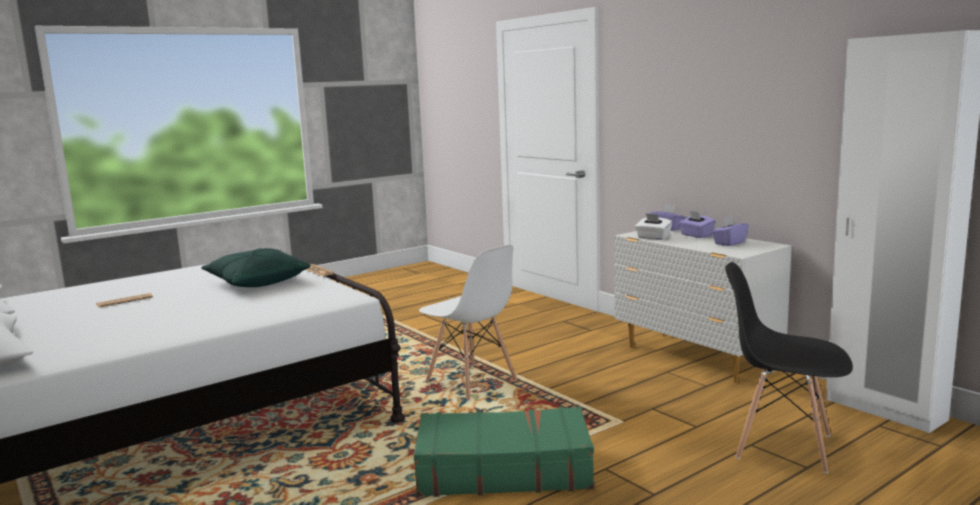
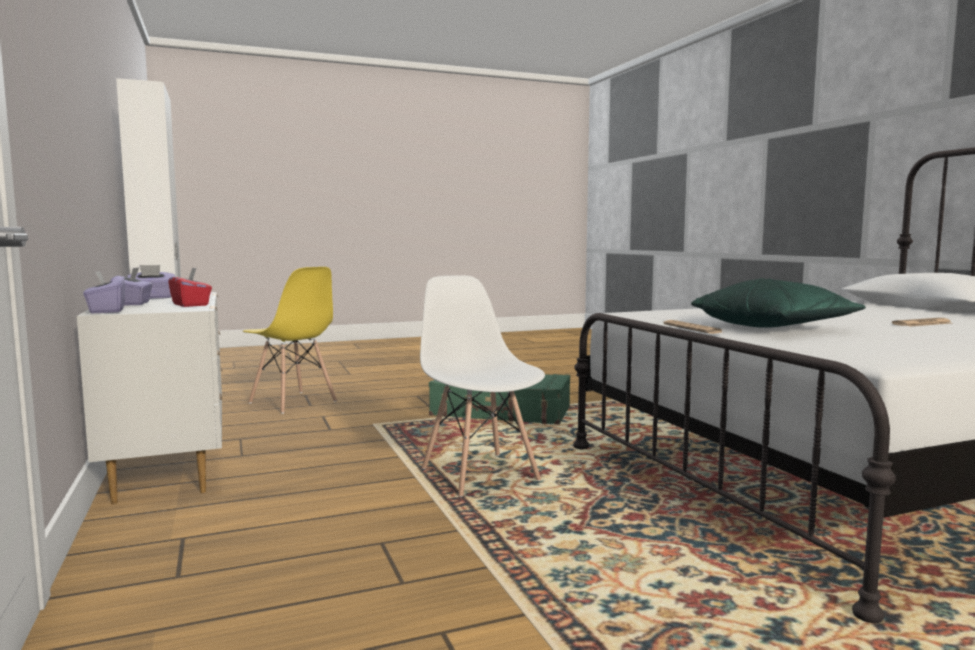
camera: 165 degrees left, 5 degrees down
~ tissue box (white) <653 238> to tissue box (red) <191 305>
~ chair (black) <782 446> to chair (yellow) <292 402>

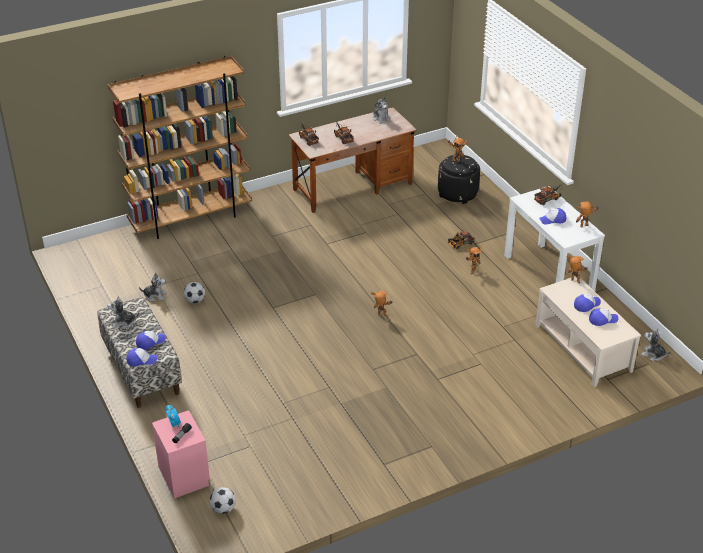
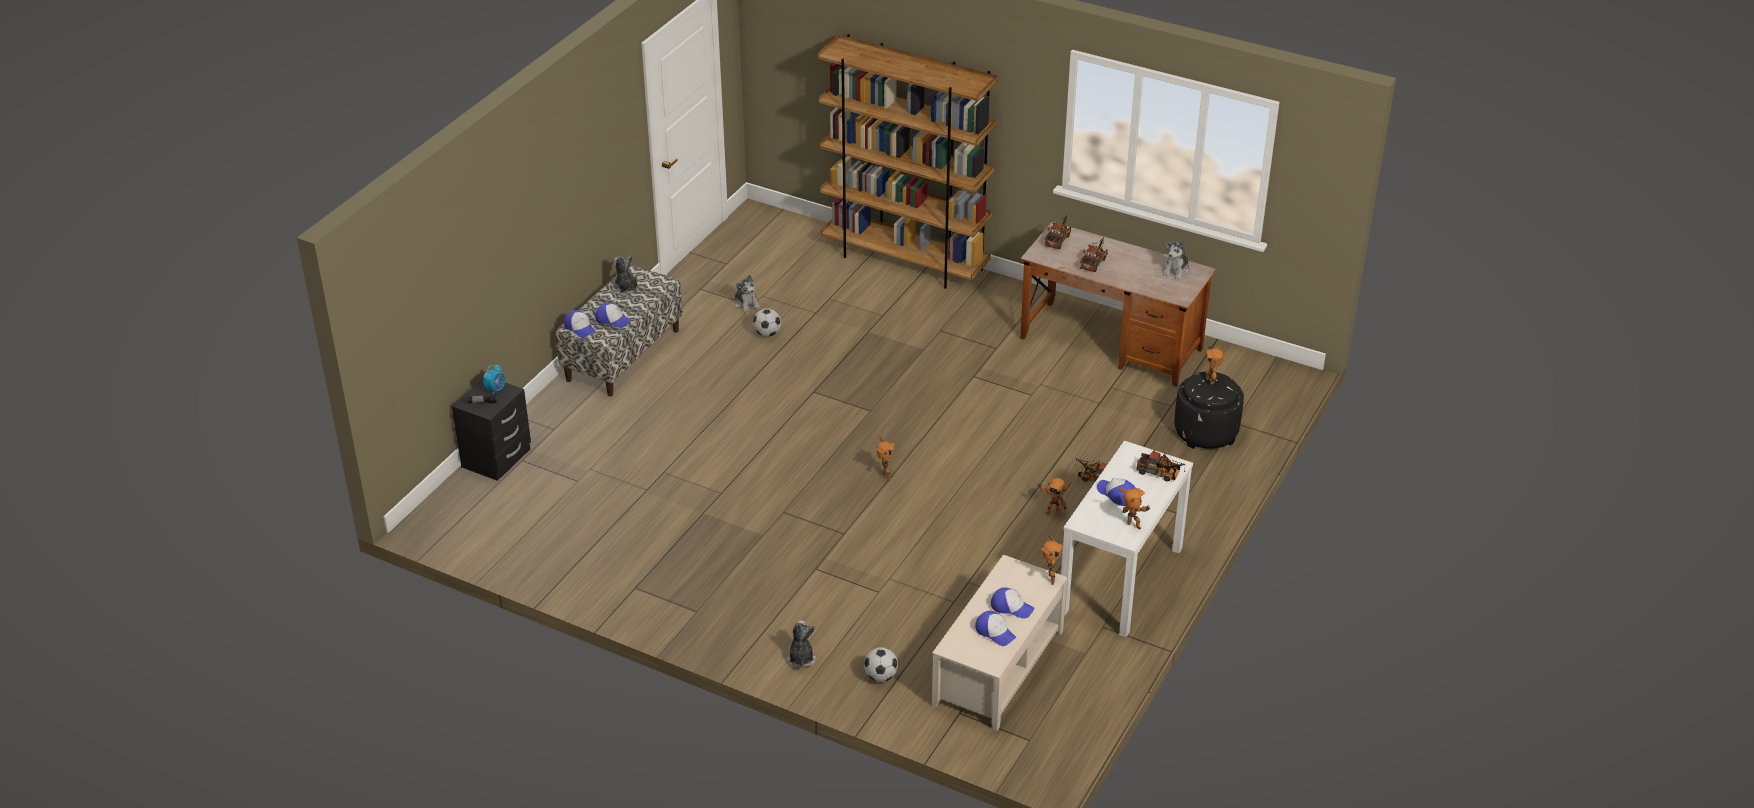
camera: 55 degrees right, 0 degrees up
~ nightstand (pink) <184 476> to nightstand (black) <496 458>
~ plush toy <653 354> to <801 658>
~ football <223 509> to <880 676>

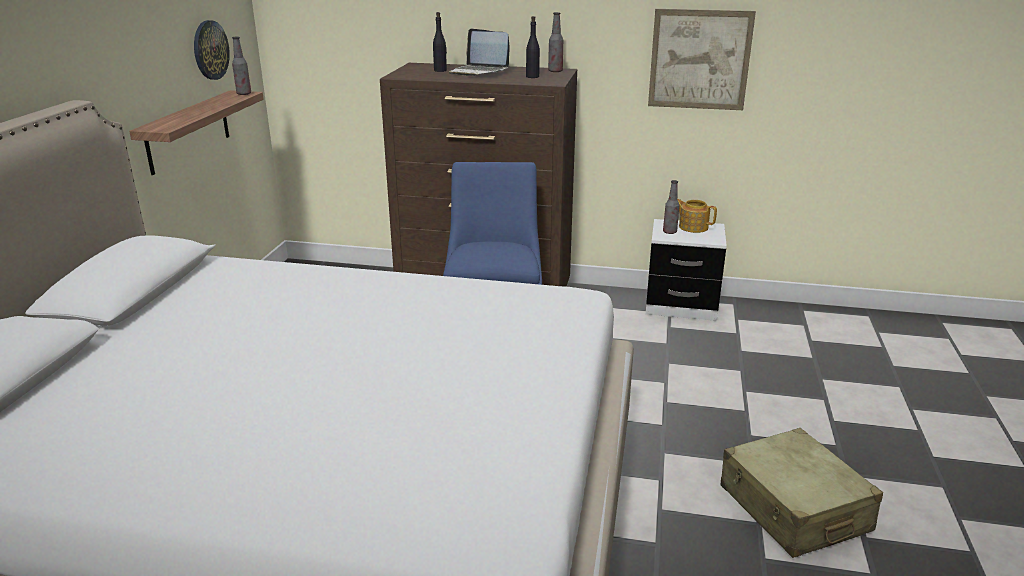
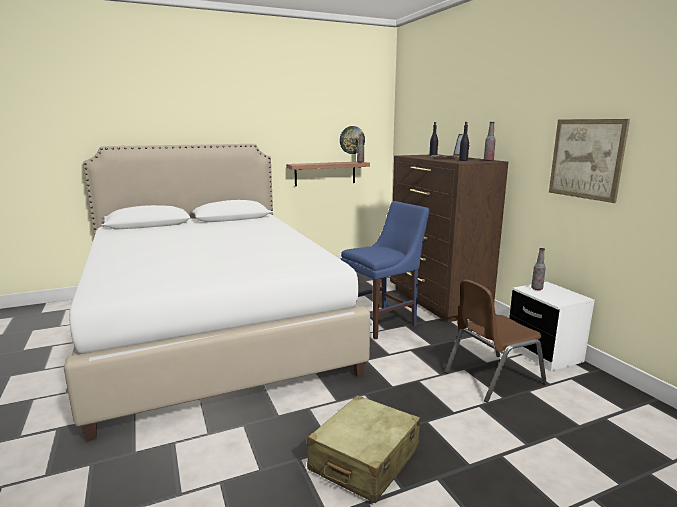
camera: 55 degrees right, 10 degrees down
+ chair (brown) <492 377>
- teapot <693 227>

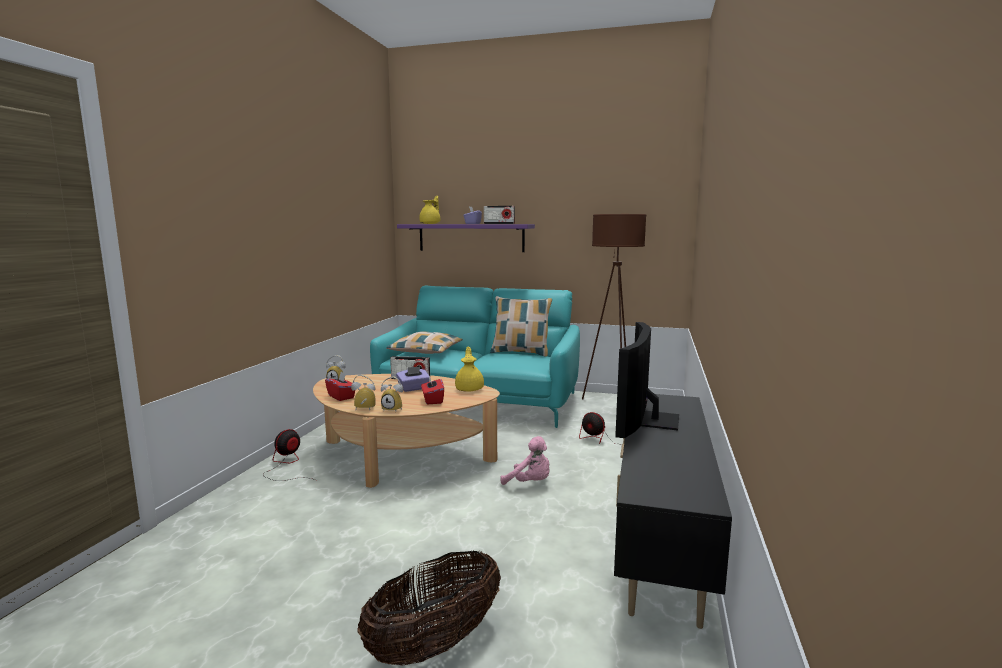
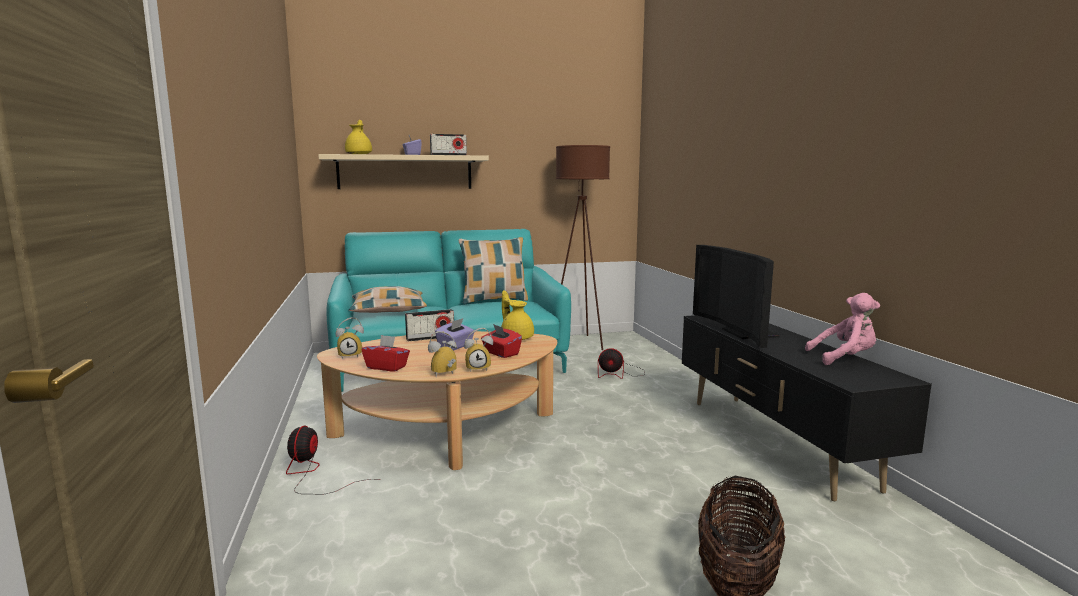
camera: 30 degrees left, 0 degrees up
~ shelf (purple) <471 237> to shelf (beige) <405 172>
~ plush toy (pink) <530 483> to <844 358>

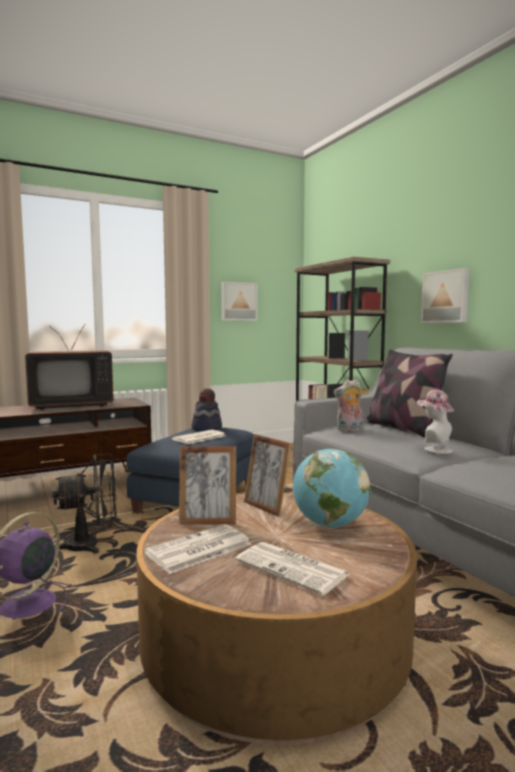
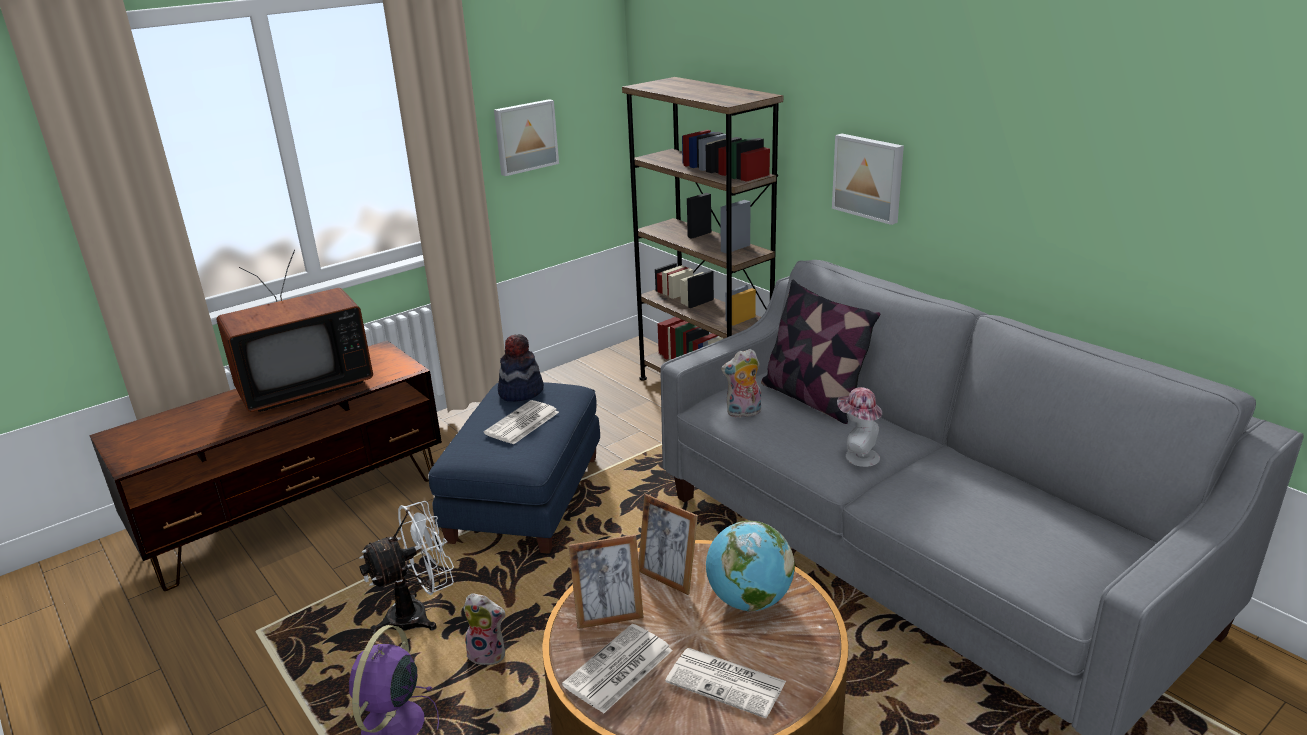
camera: 10 degrees left, 20 degrees up
~ fan (black) <91 545> to fan (white) <419 614>
+ plush toy <489 654>

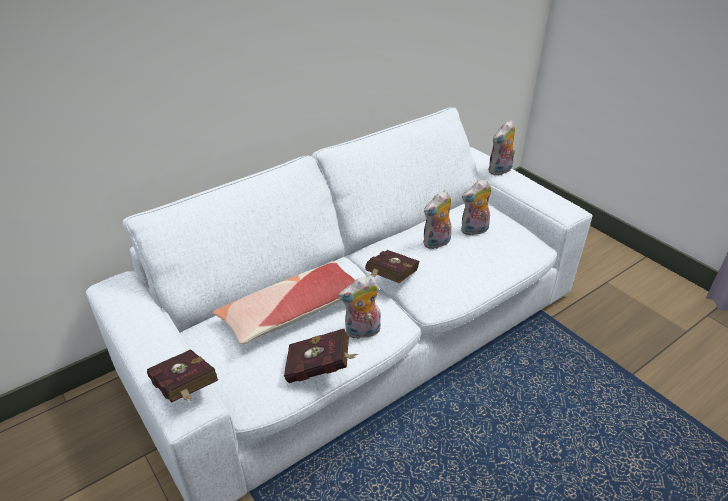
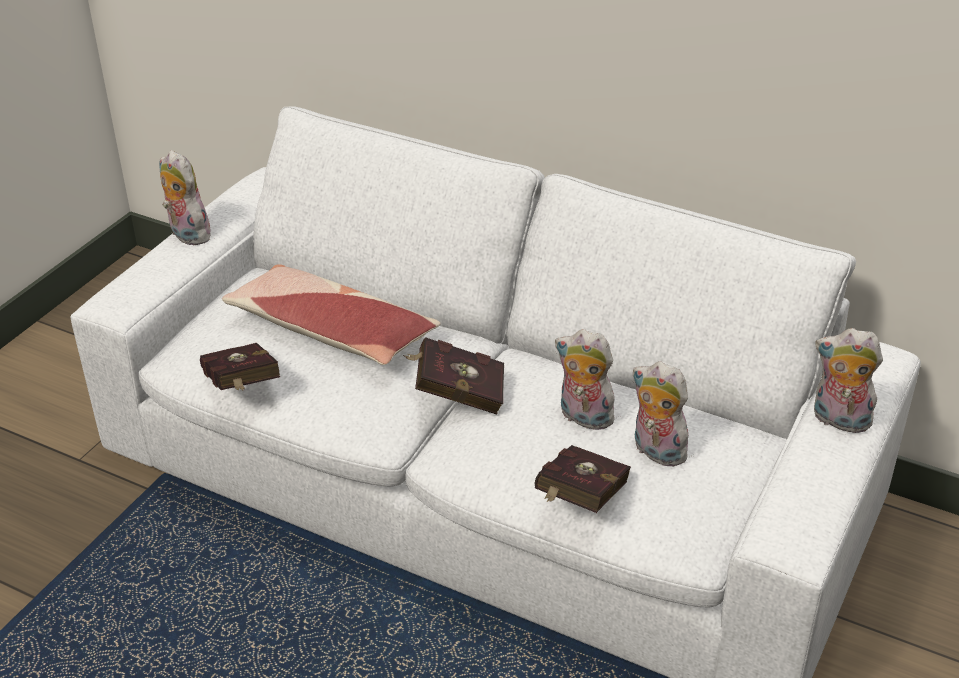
camera: 65 degrees right, 0 degrees up
~ plush toy <362 332> to <186 234>
~ book (red) <185 390> to <578 500>

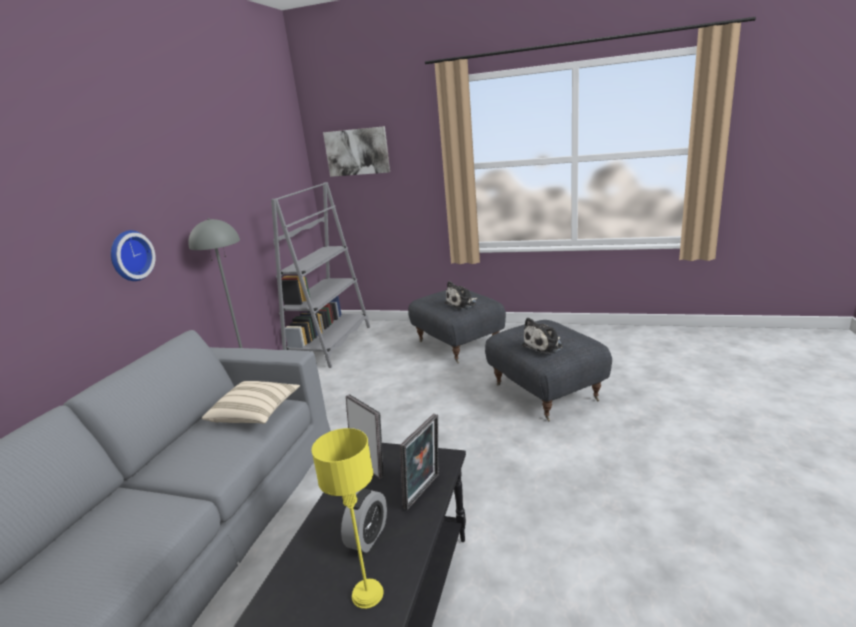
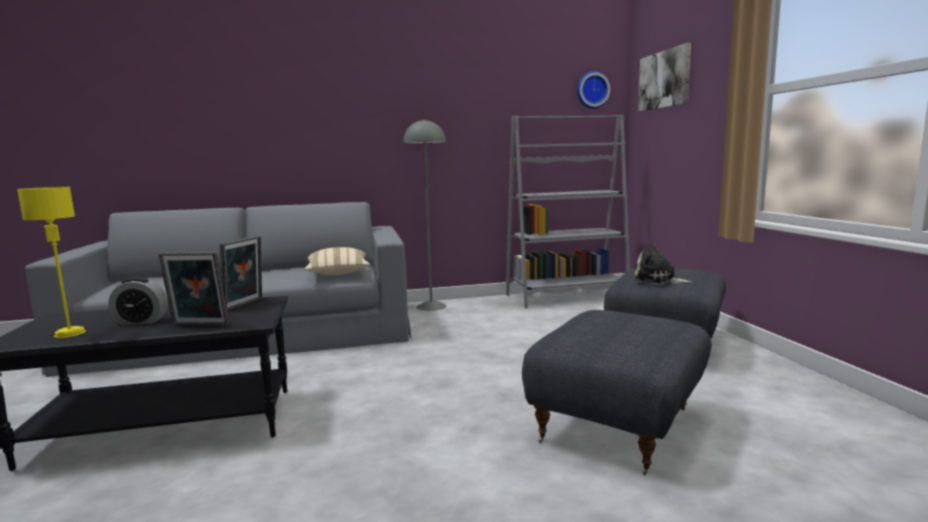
camera: 60 degrees right, 10 degrees down
~ wall clock <129 256> to <592 90>
- plush toy <544 346>

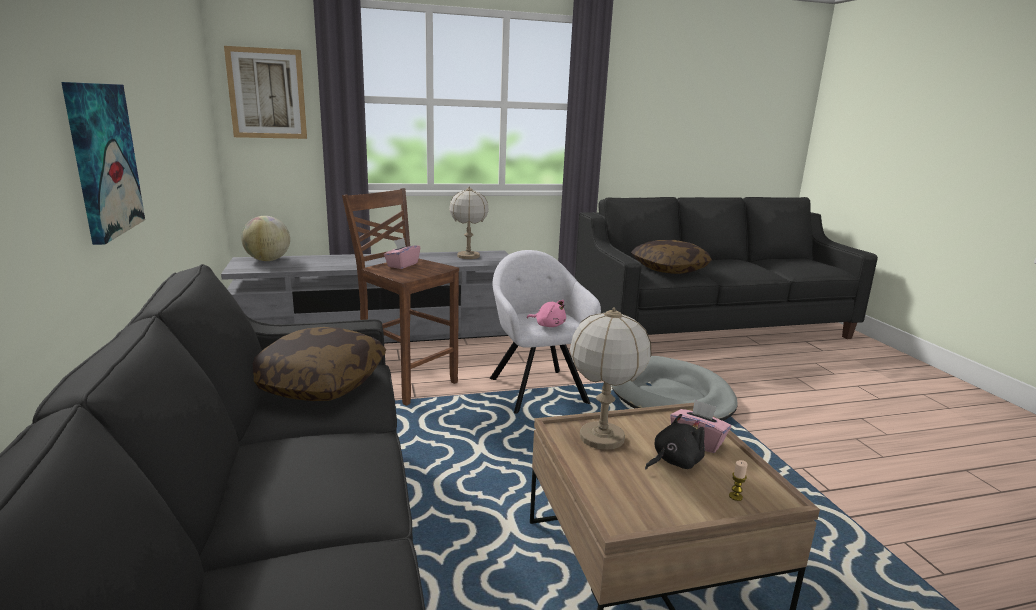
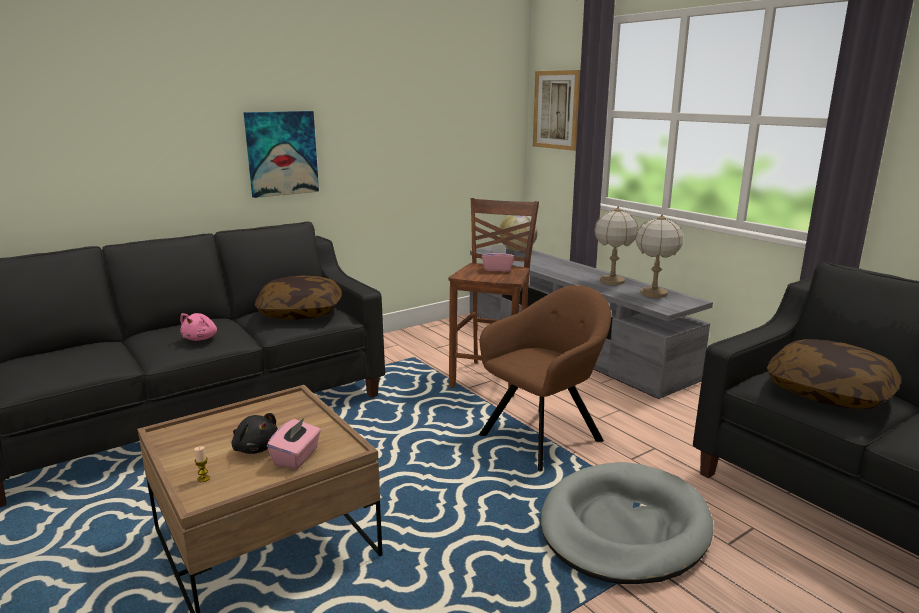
camera: 70 degrees right, 0 degrees up
~ plush toy (pink) <548 325> to <201 338>
~ armchair (grey) <536 388> to armchair (brown) <544 436>
~ table lamp <601 437> to <612 281>

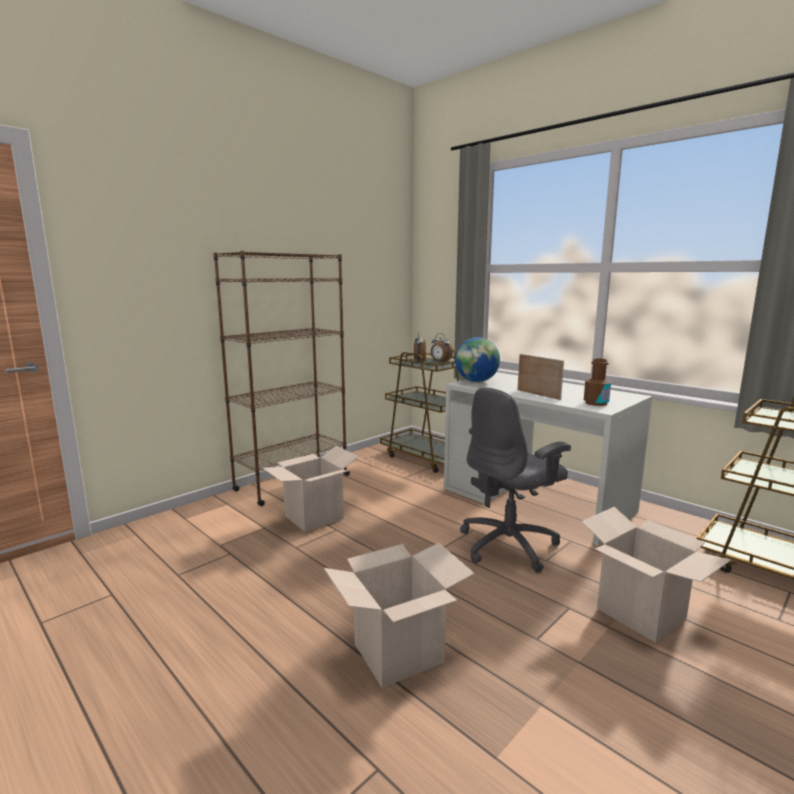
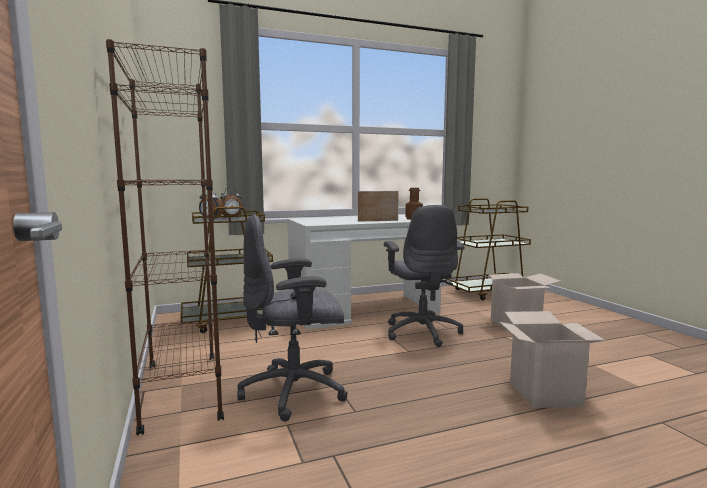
camera: 65 degrees left, 5 degrees down
~ cardboard box <314 517> to office chair (grey) <295 392>
- globe <476 381>

